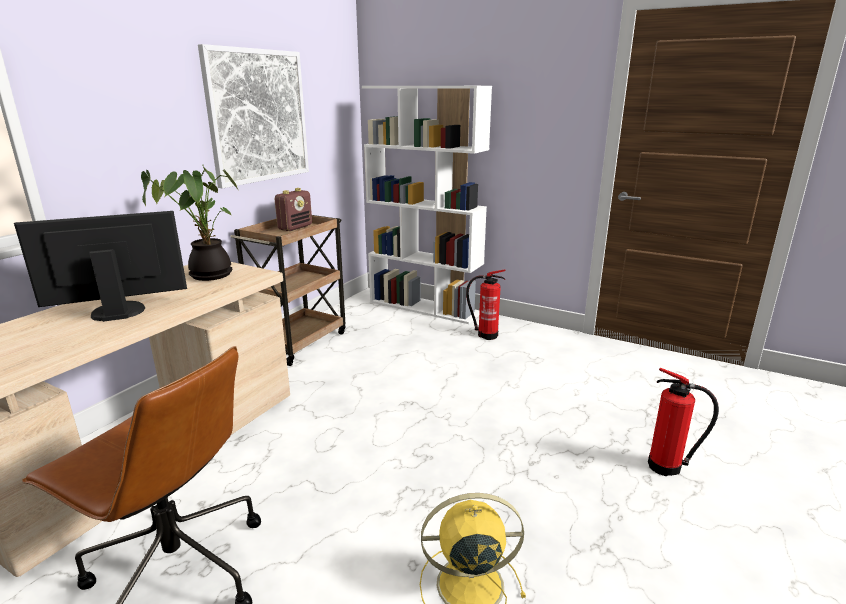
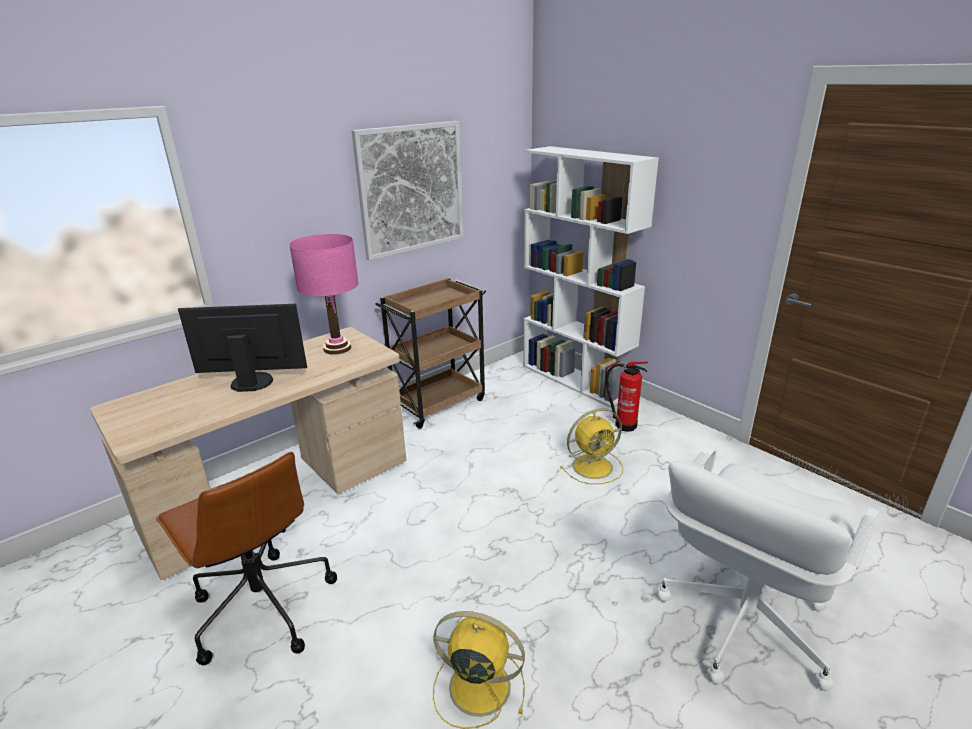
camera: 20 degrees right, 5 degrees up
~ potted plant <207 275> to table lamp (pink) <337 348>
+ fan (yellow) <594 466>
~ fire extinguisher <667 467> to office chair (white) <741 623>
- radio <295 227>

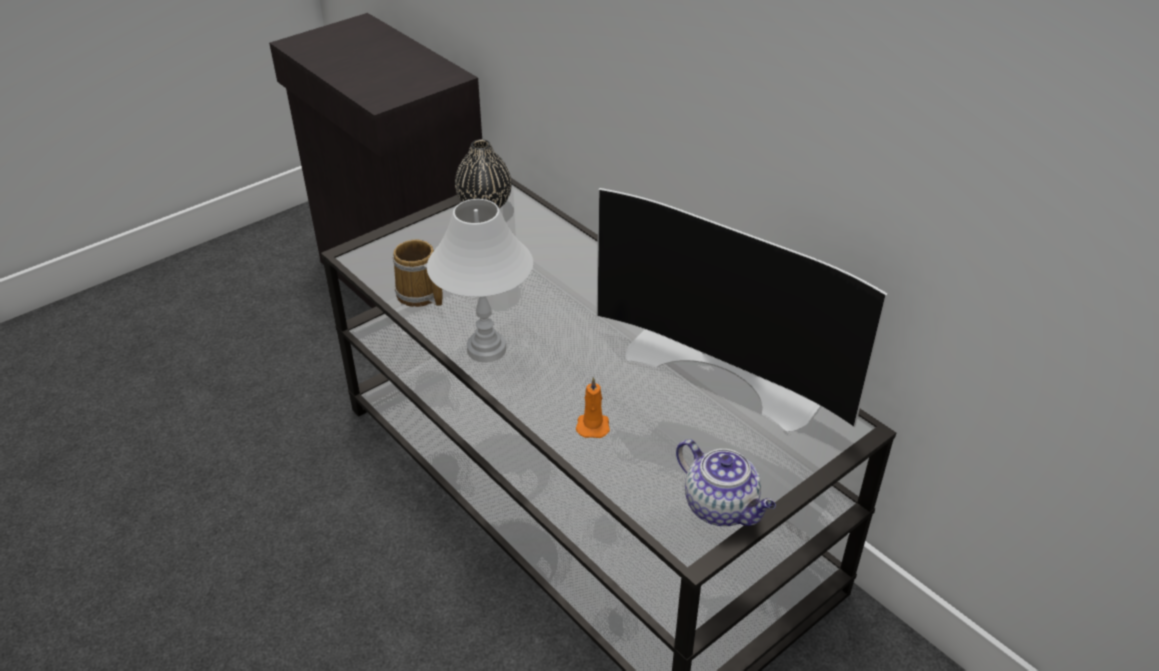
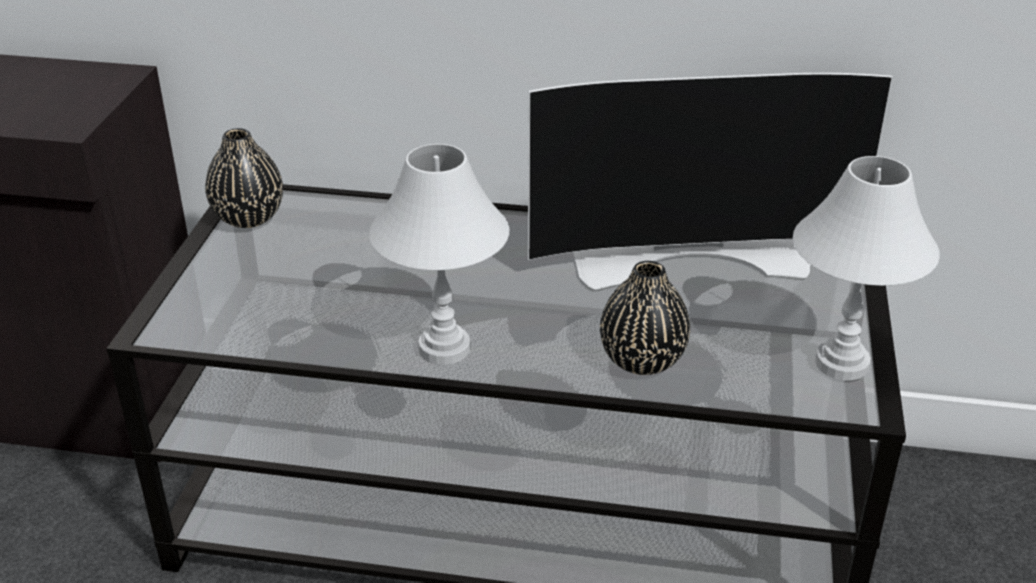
camera: 40 degrees left, 5 degrees down
~ candle (orange) <593 425> to vase (black) <642 360>
~ teapot <722 508> to table lamp (white) <841 364>
- mug <419 295>

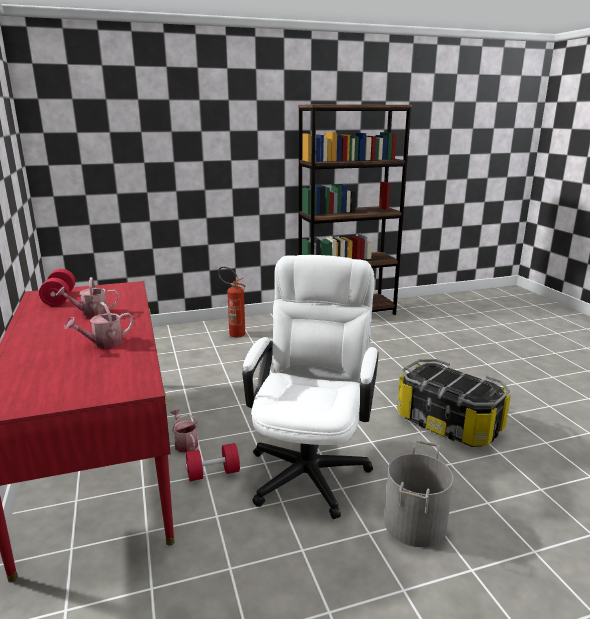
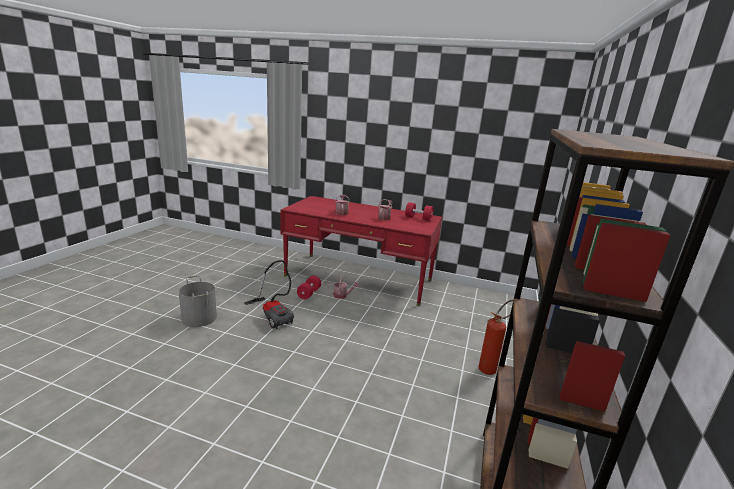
camera: 125 degrees right, 0 degrees up
~ office chair (white) <311 465> to vacuum cleaner <274 315>
- storage box <448 424>

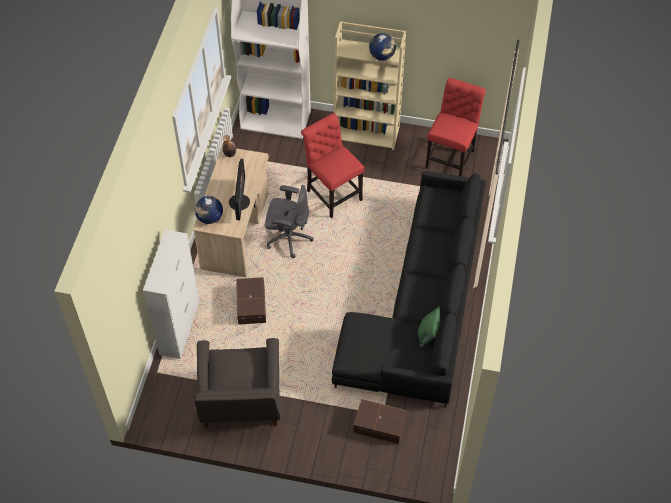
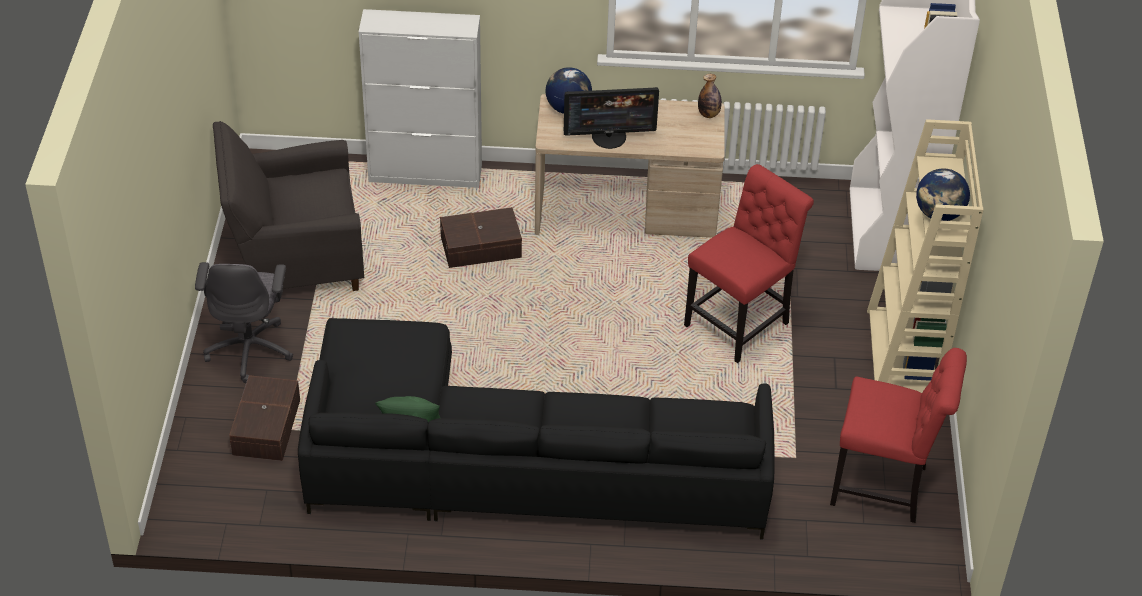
camera: 80 degrees right, 10 degrees down
~ office chair (grey) <288 238> to <250 349>

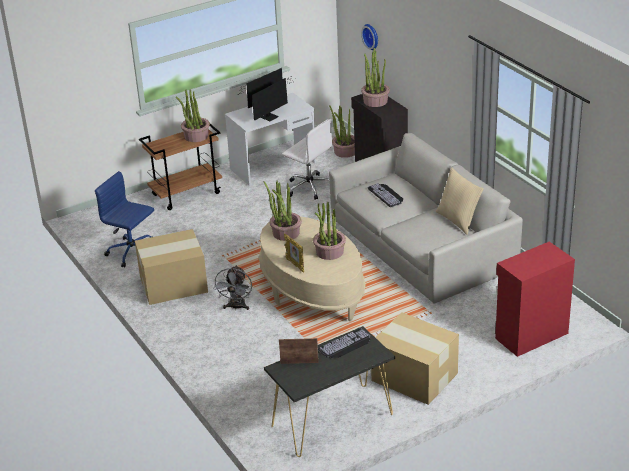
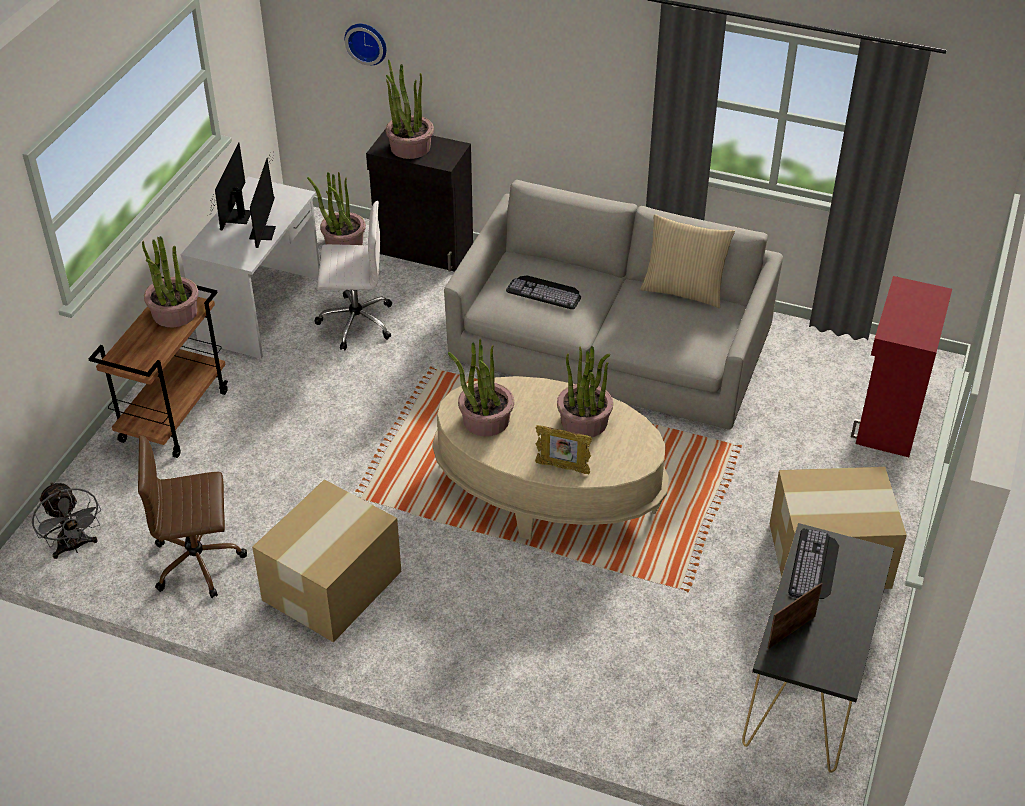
camera: 40 degrees left, 10 degrees up
~ fan (grey) <236 307> to <74 547>
~ office chair (blue) <132 252> to office chair (brown) <199 562>

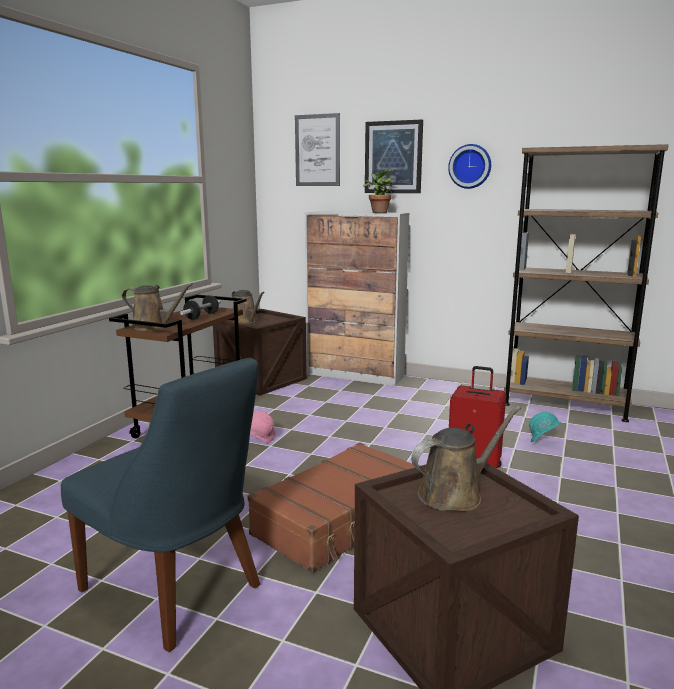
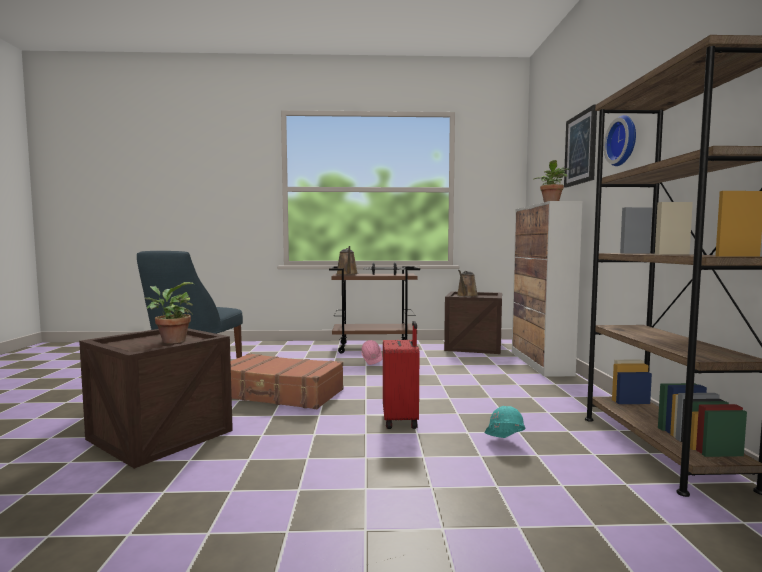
camera: 65 degrees right, 10 degrees down
~ watering can (brown) <455 494> to potted plant <171 341>
- picture <317 150>

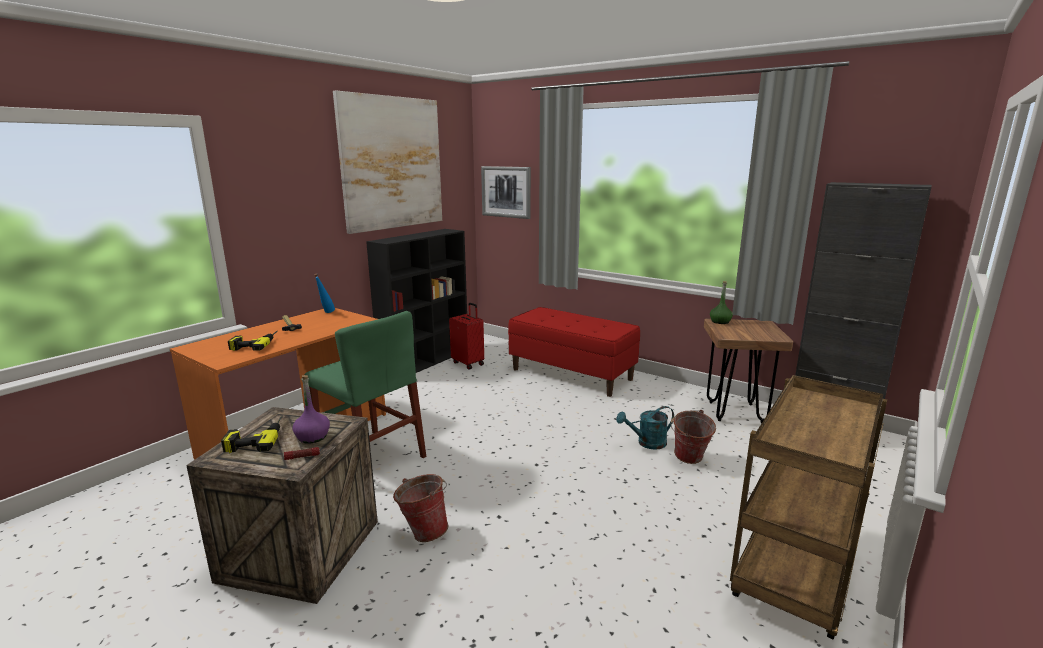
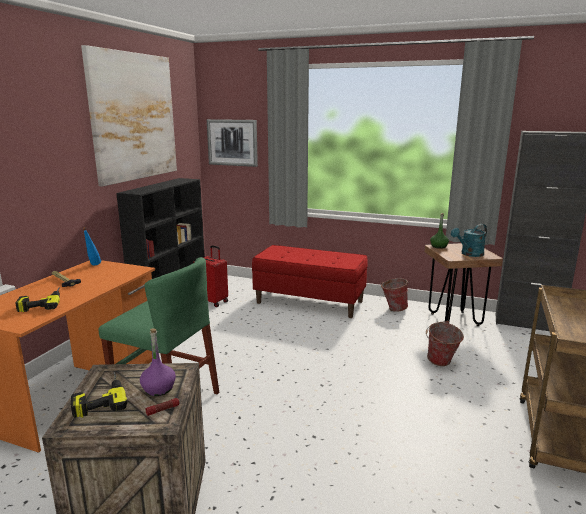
camera: 15 degrees left, 0 degrees up
~ bucket <423 531> to <393 308>
~ watering can (turquoise) <647 443> to <469 254>

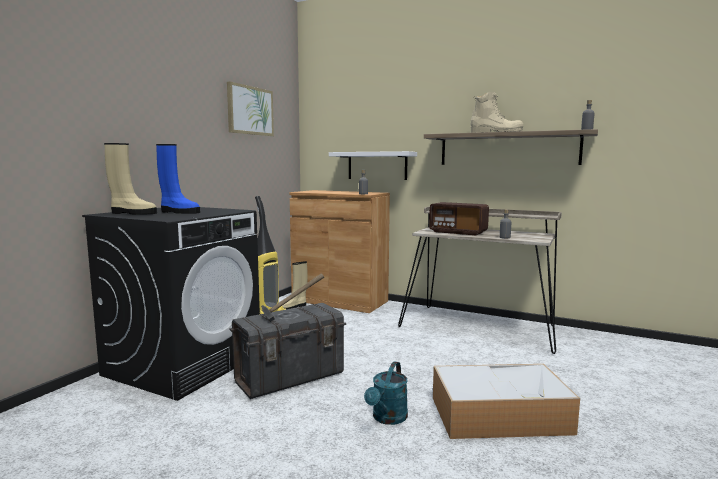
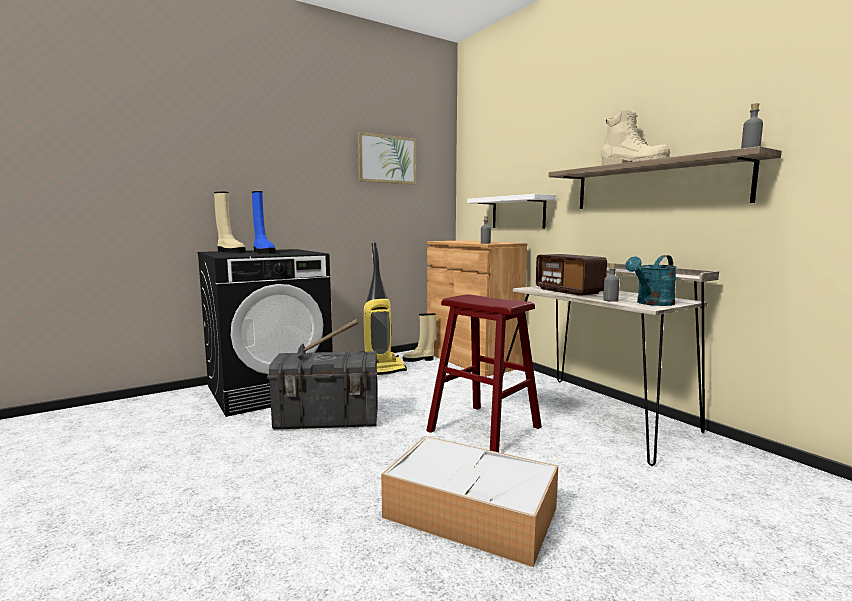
camera: 30 degrees right, 0 degrees up
+ stool (red) <484 429>
~ watering can (turquoise) <387 418> to <652 303>

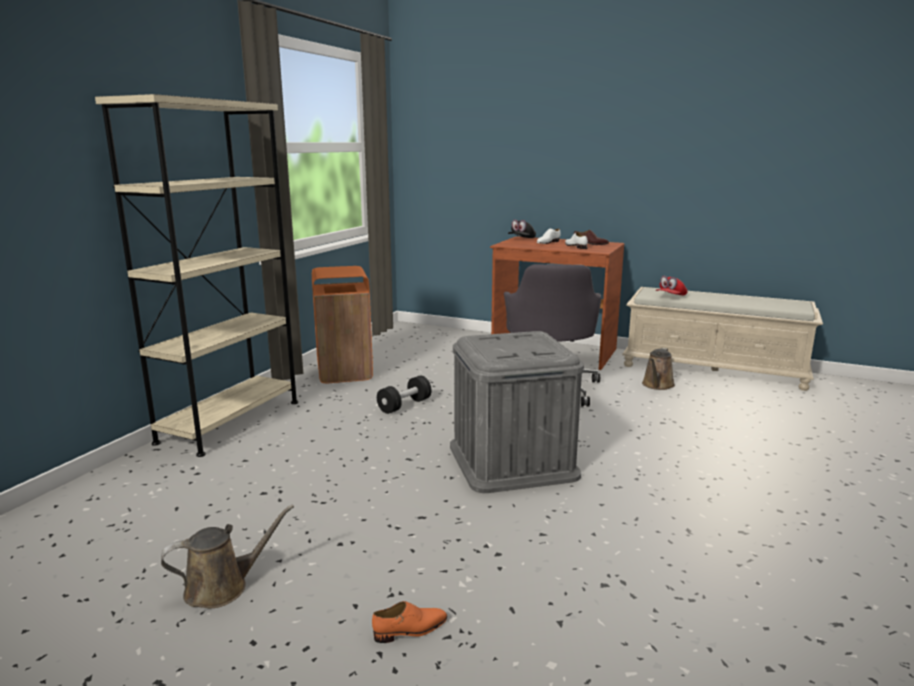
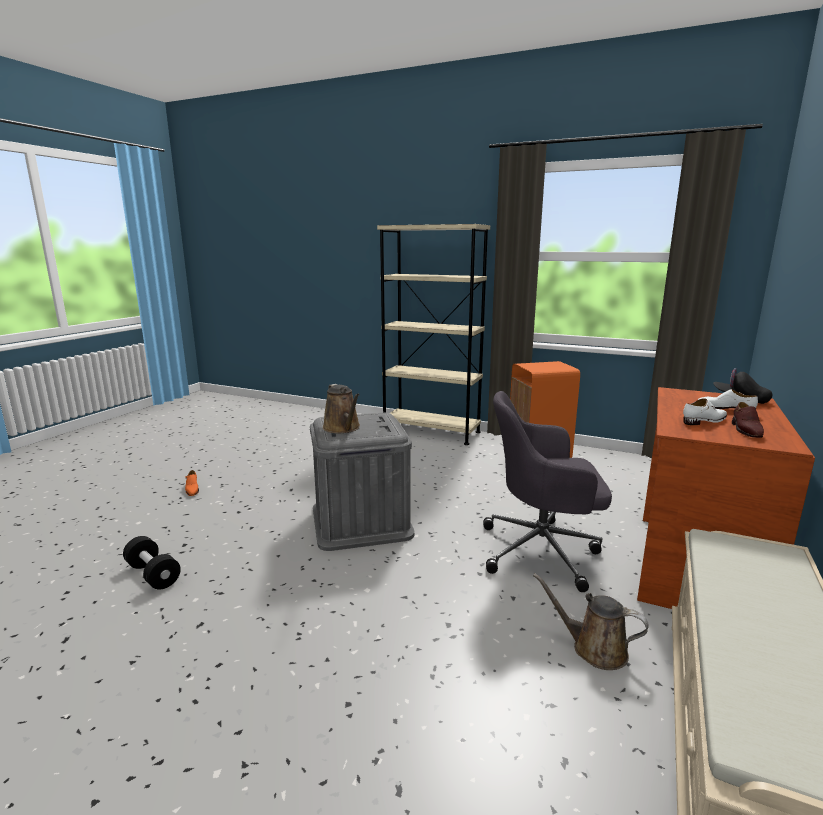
camera: 90 degrees right, 0 degrees up
~ dumbbell (black) <404 405> to <153 574>
~ watering can (brown) <222 587> to <343 428>
- cap (red) <670 297>

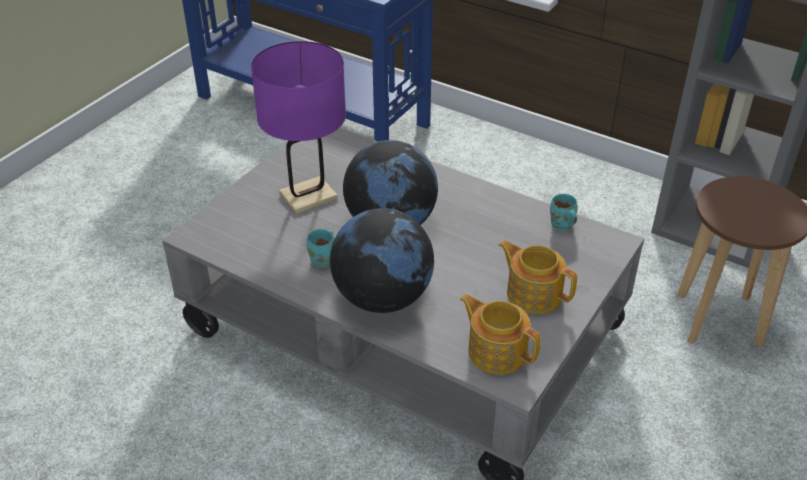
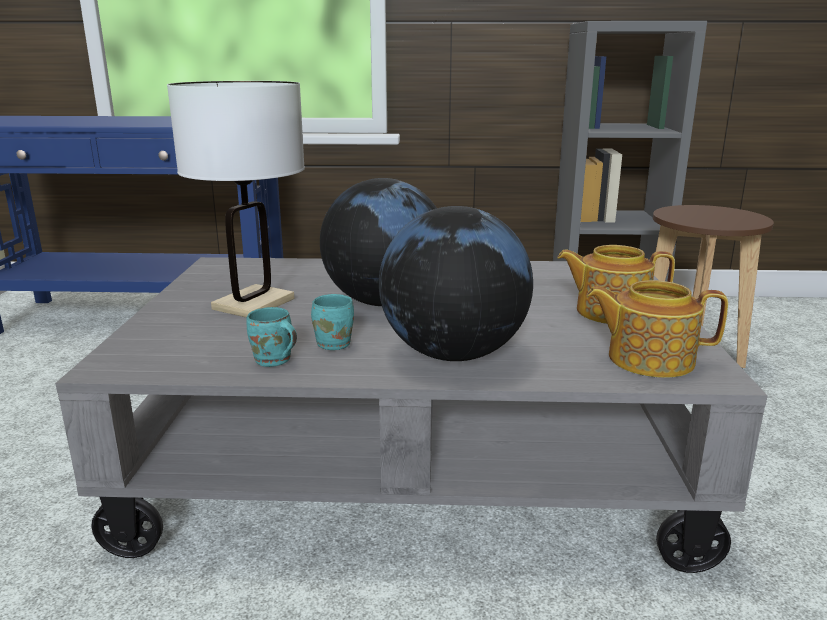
camera: 30 degrees left, 20 degrees down
~ table lamp (purple) <308 196> to table lamp (white) <253 304>
~ mug (turquoise) <561 226> to <273 362>

